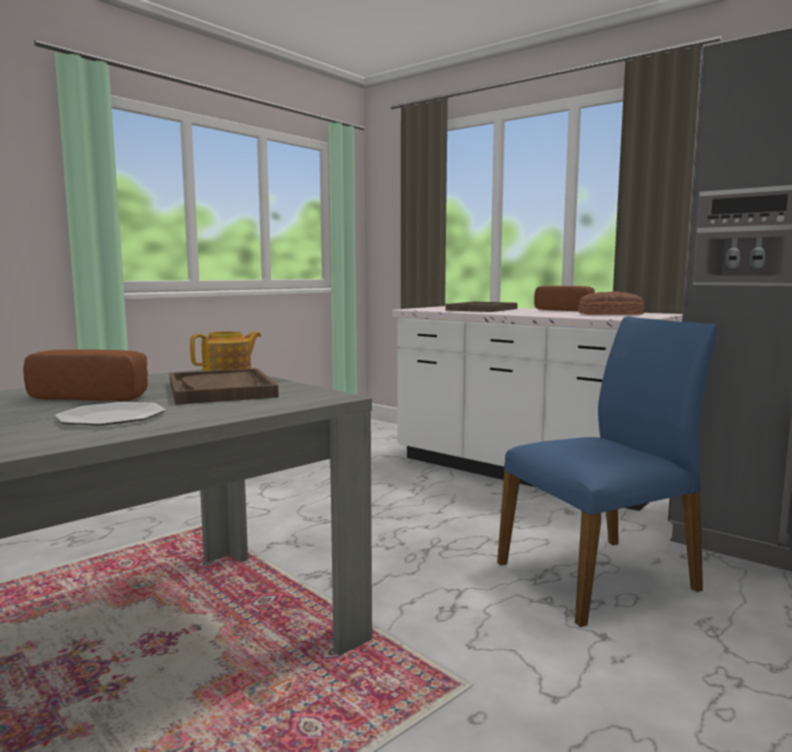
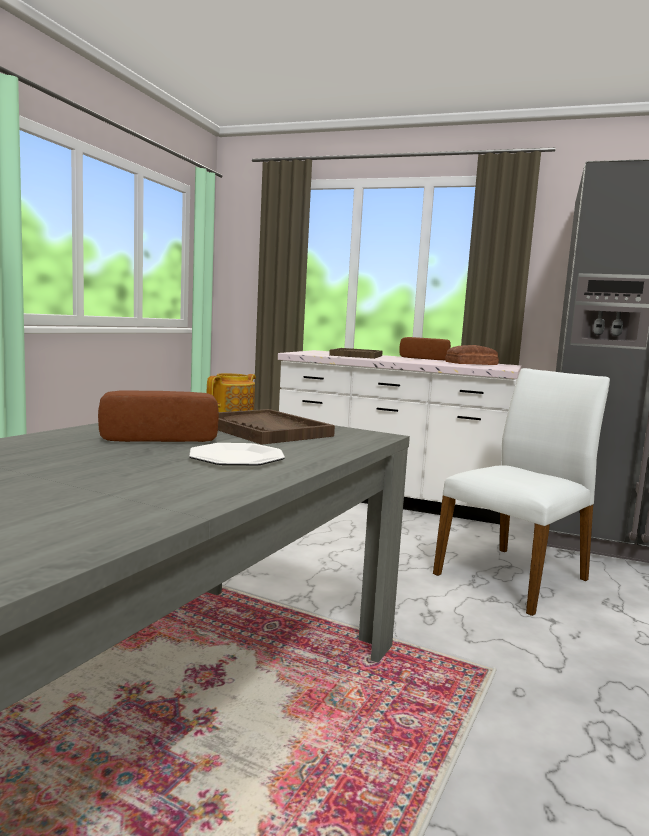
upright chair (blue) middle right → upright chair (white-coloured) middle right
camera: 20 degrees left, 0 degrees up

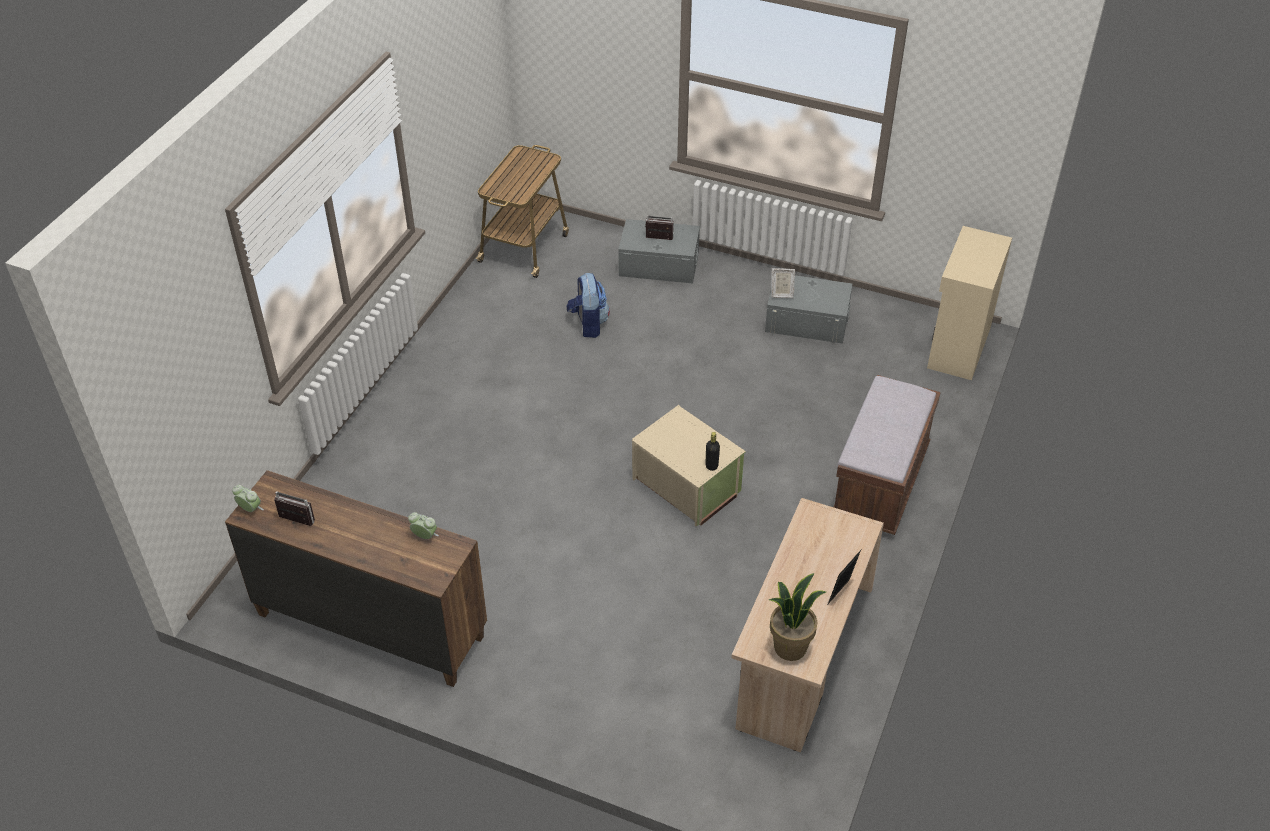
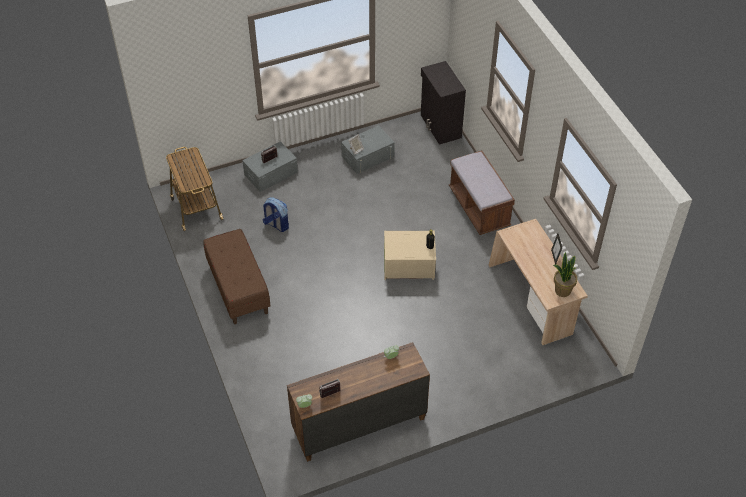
cabinet (sand-coloured) middle right → cabinet (black) top centre
- → indoor bench (brown-coloured) (no. 1 from left) middle left
camera: 45 degrees left, 5 degrees up

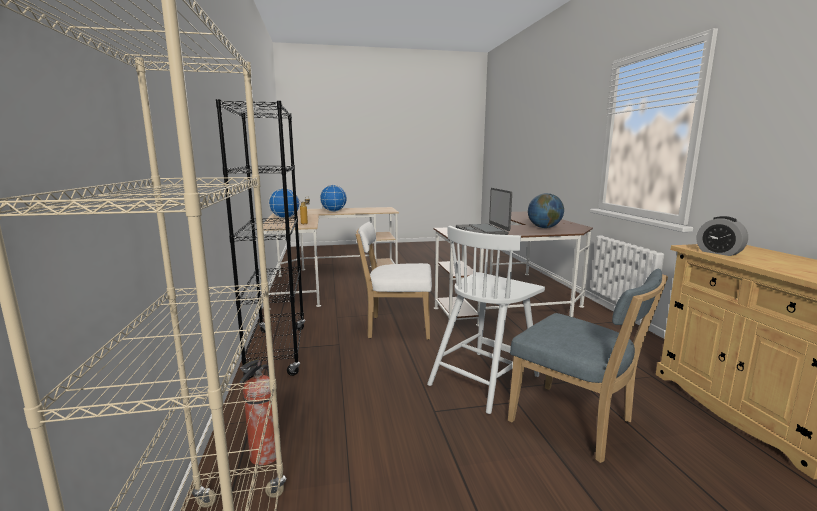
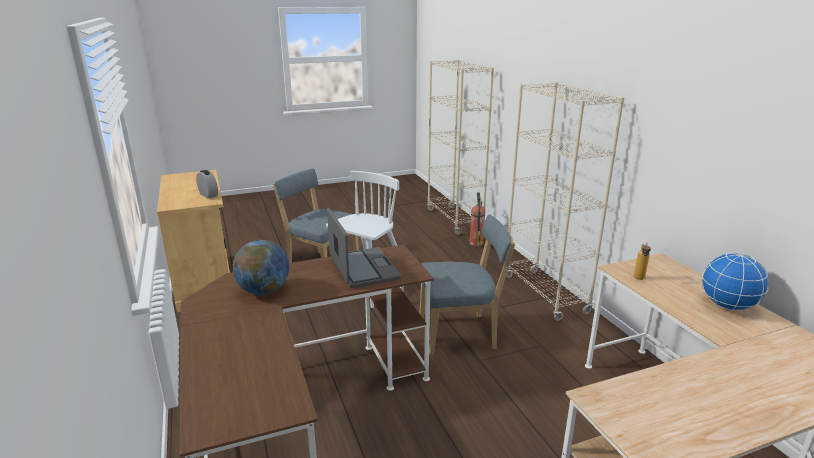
shelving unit (black) middle left → shelving unit (sand-coloured) (no. 2 from left) middle right
desk globe (no. 2 from left) centre → -
upright chair (white-coloured) (no. 1 from left) centre → upright chair (blue) (no. 2 from left) centre
camera: 170 degrees right, 10 degrees up

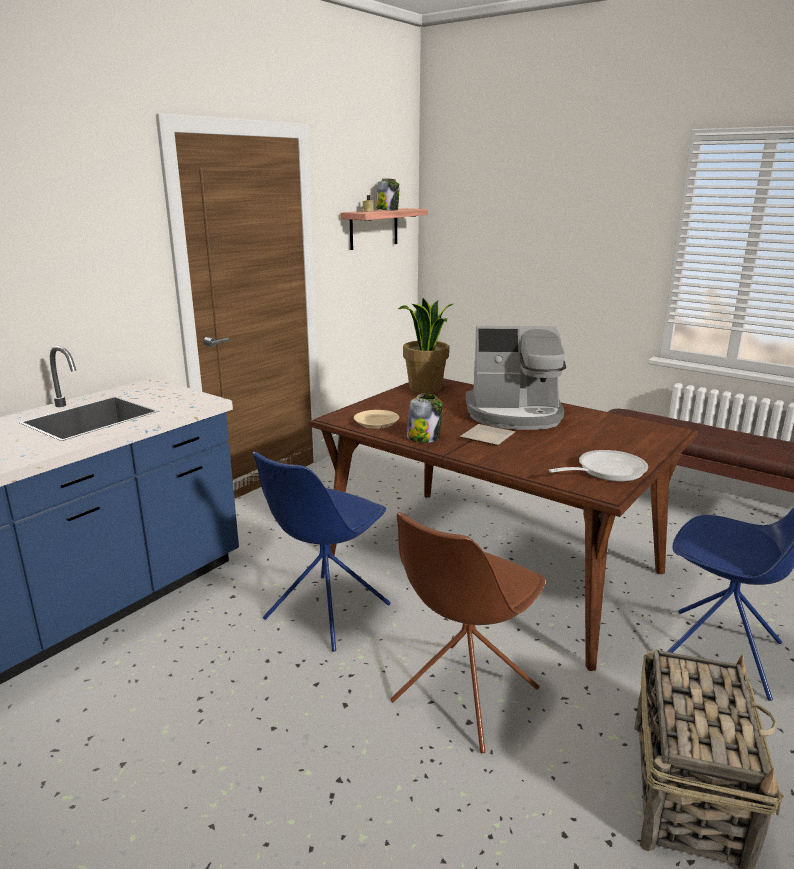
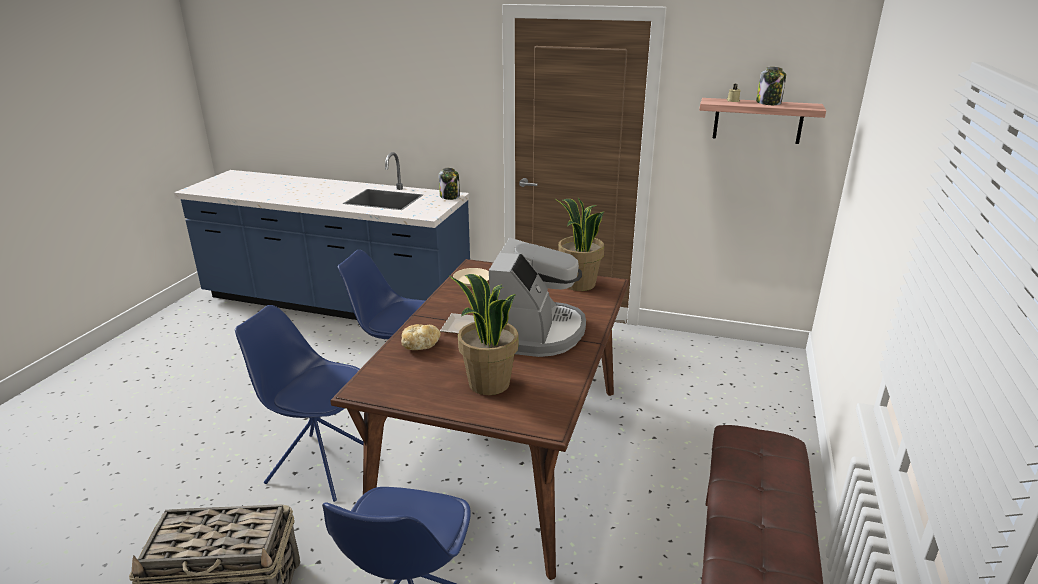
coffee machine centre, 150 degrees counterclockwise
jar (no. 2 from left in the first image) centre → jar (no. 1 from left) top centre, shifted
skillet middle right → -
upright chair (brown-coloured) bottom centre → upright chair (blue) (no. 1 from left) bottom left
- → plant in a pot (no. 1 from left) centre
- → bakery bread centre
camera: 70 degrees right, 5 degrees up

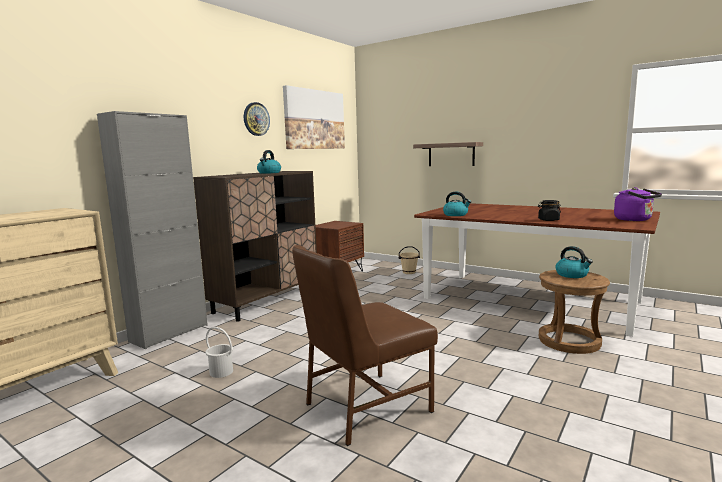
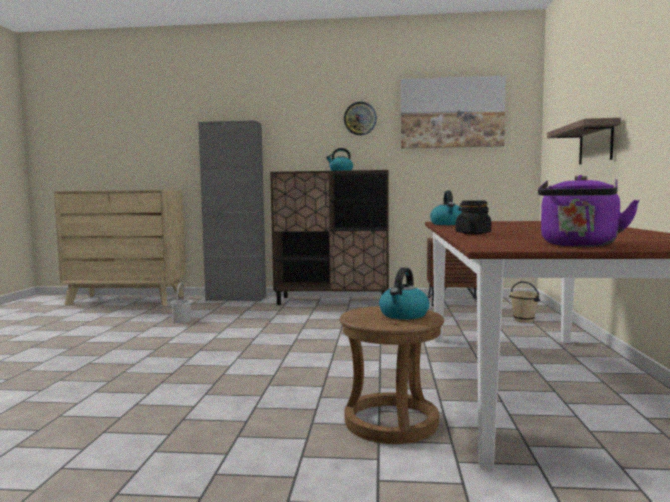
upright chair (brown-coloured) bottom centre → -
camera: 60 degrees right, 5 degrees down

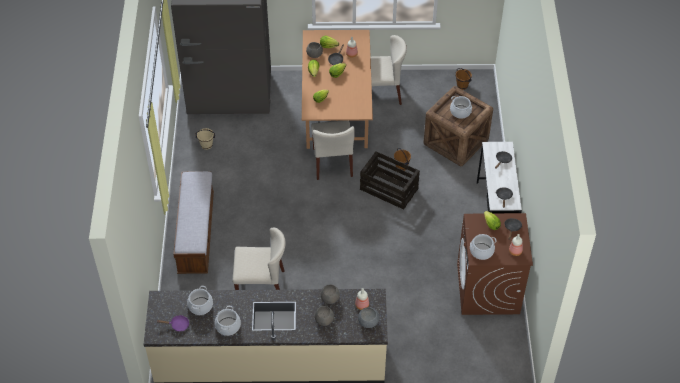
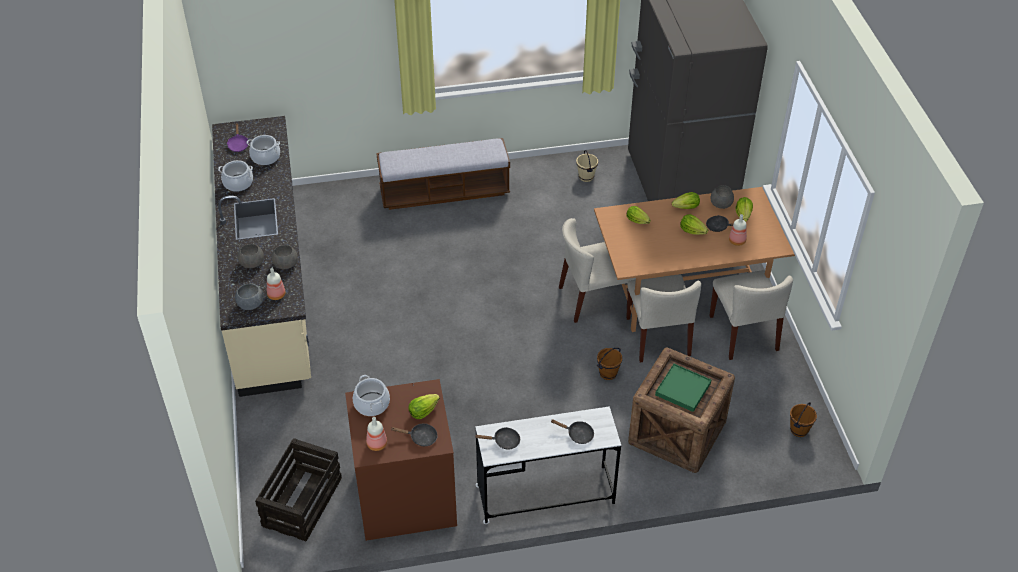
cooking pot (no. 3 from left) top right → serving tray (green) bottom right
shipping crate (no. 1 from left) centre → shipping crate (no. 1 from left) bottom left, shifted
upright chair (sand-coloured) (no. 1 from left in the first image) bottom centre → upright chair (sand-coloured) (no. 2 from left) centre, shifted
camera: 80 degrees right, 5 degrees down

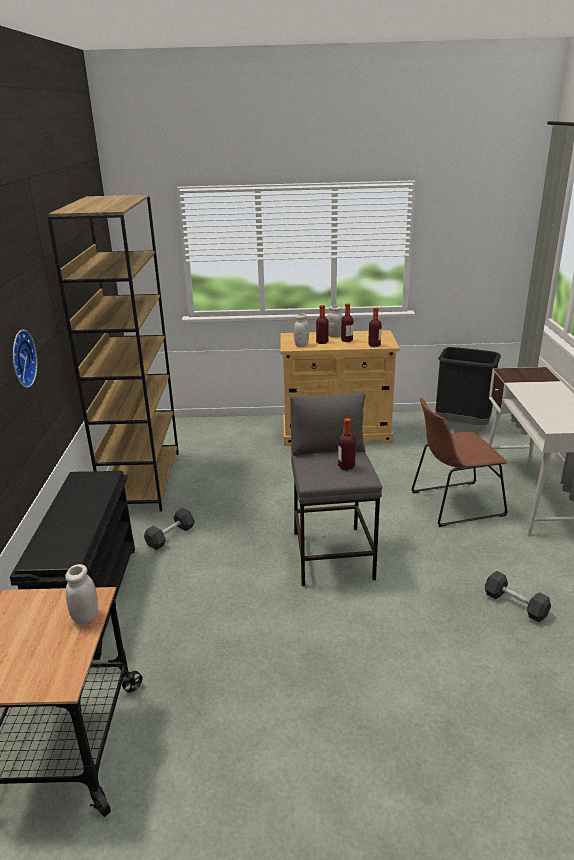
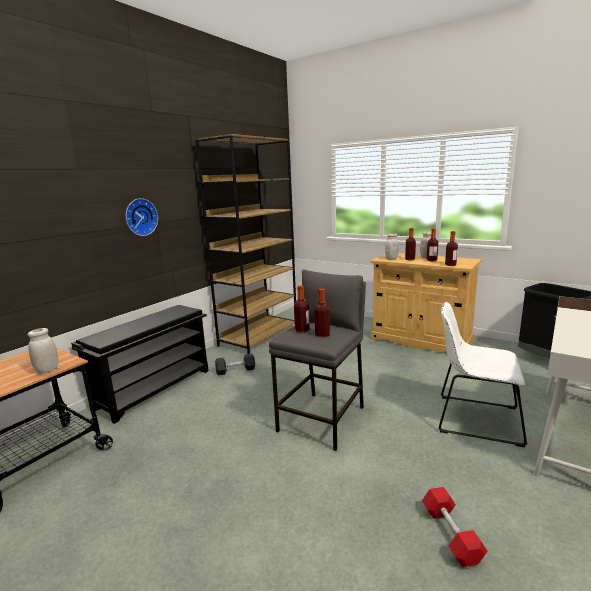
upright chair (brown-coloured) middle right → upright chair (white-coloured) middle right
free weight (gray) (no. 2 from left) bottom right → free weight (red) bottom right
- → bottle (no. 1 from left) centre
camera: 35 degrees right, 10 degrees down

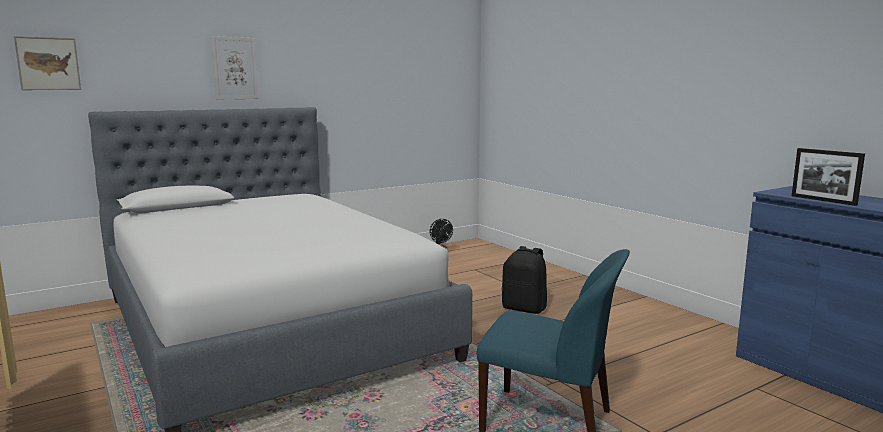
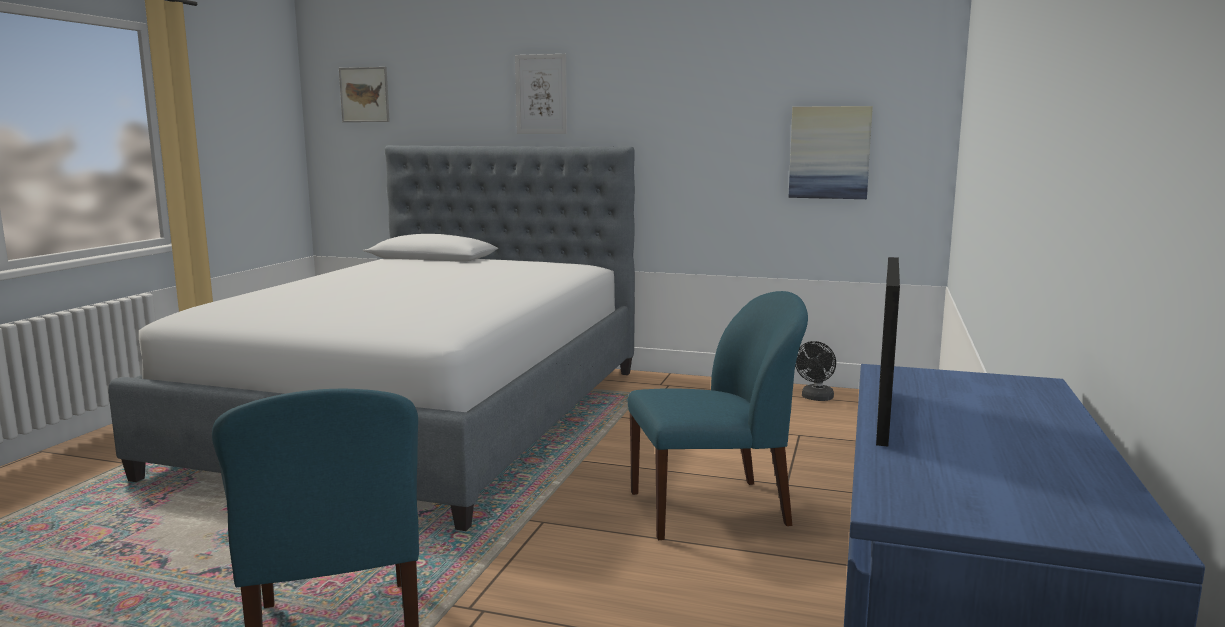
knapsack (black) centre → upright chair (blue) (no. 2 from left) centre
- → wall art (no. 3 from left) top right
camera: 50 degrees right, 0 degrees up

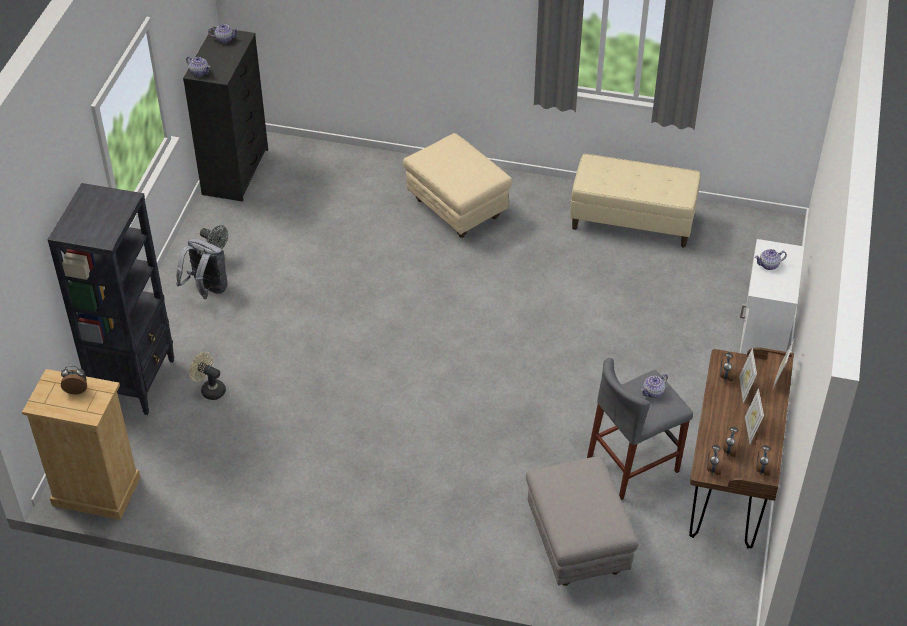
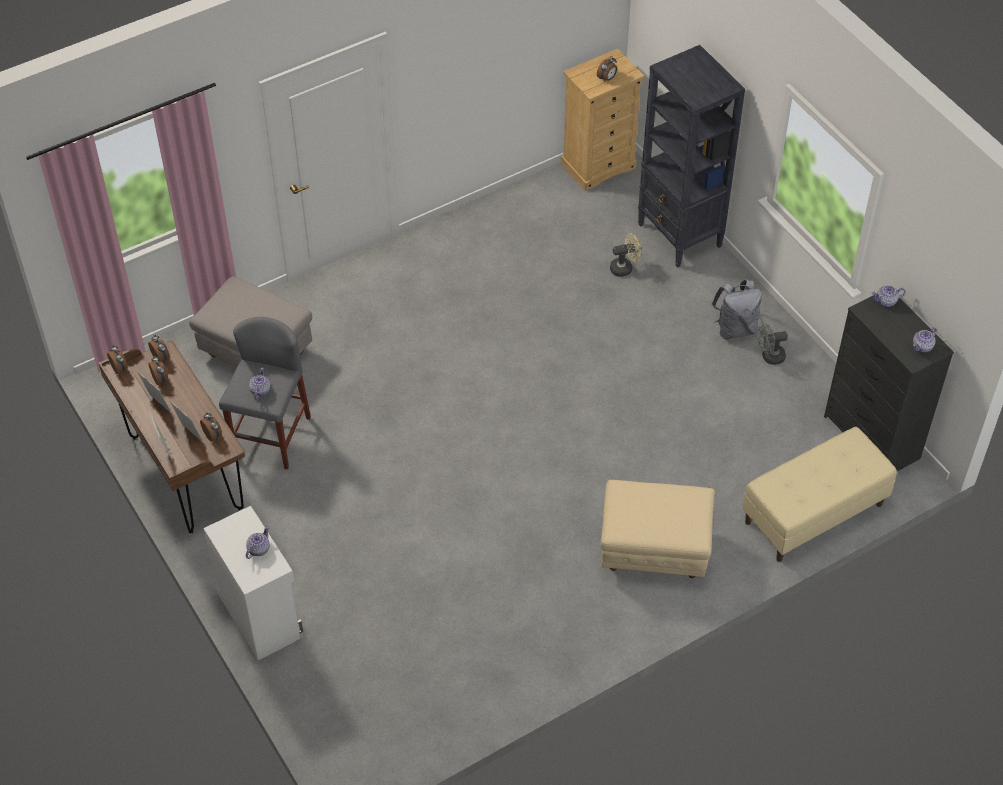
indoor bench (sand-coloured) top right → indoor bench (sand-coloured) middle right, shifted
camera: 135 degrees right, 5 degrees up

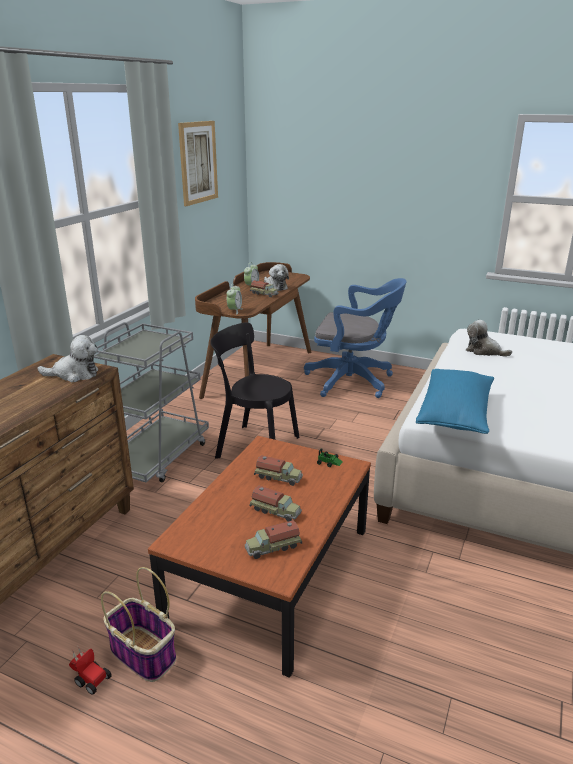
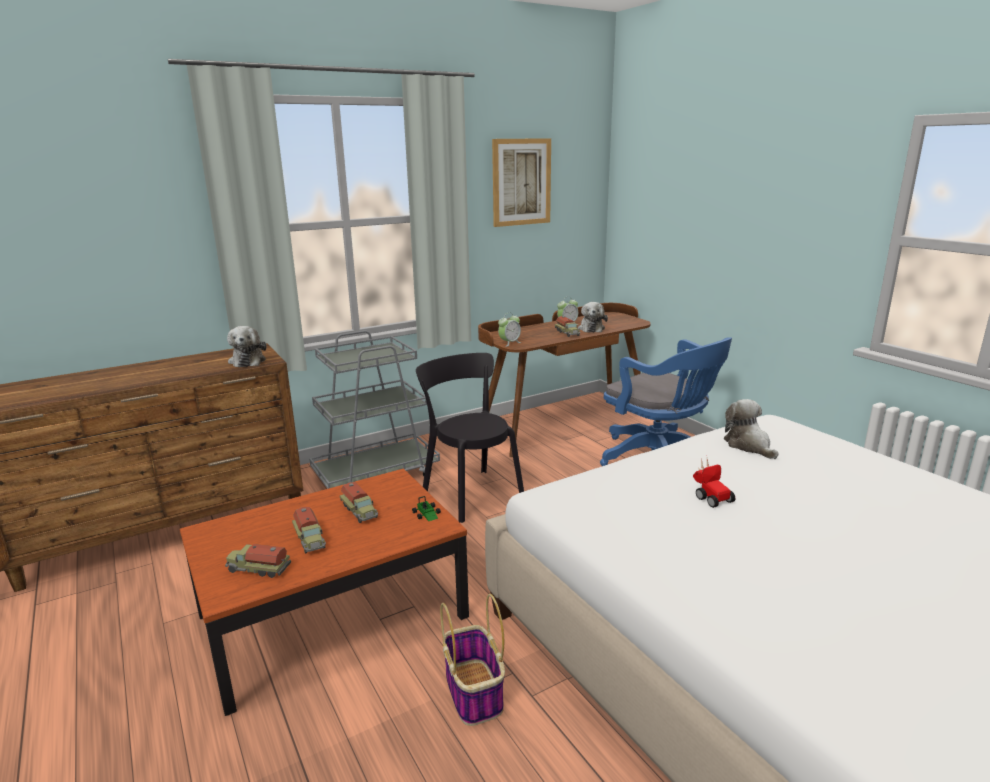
plush toy (no. 1 from left) middle left, 45 degrees clockwise
cushion (blue) middle right → -
household basket bottom left → household basket bottom centre, shifted
toy car (no. 1 from left in the first image) bottom left → toy car (no. 2 from left) middle right, shifted
camera: 35 degrees right, 5 degrees down

